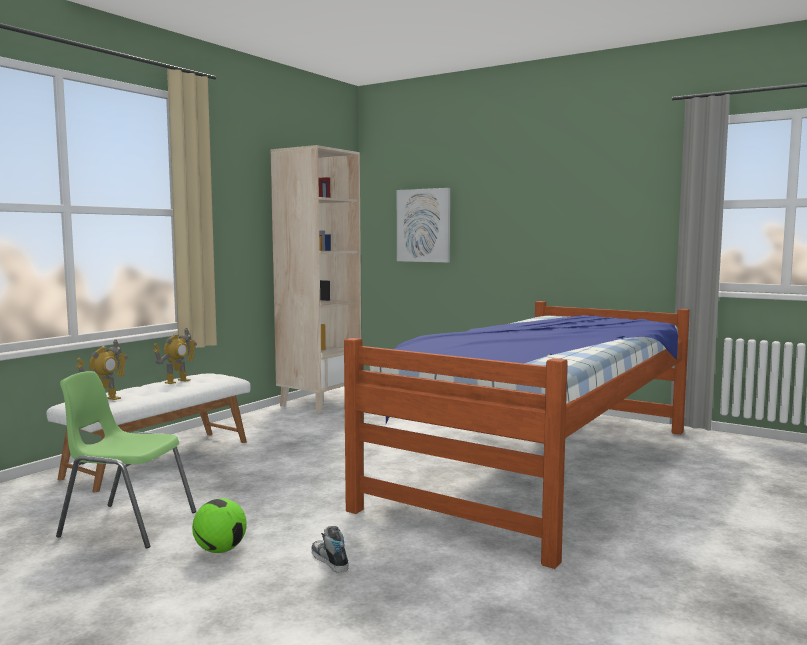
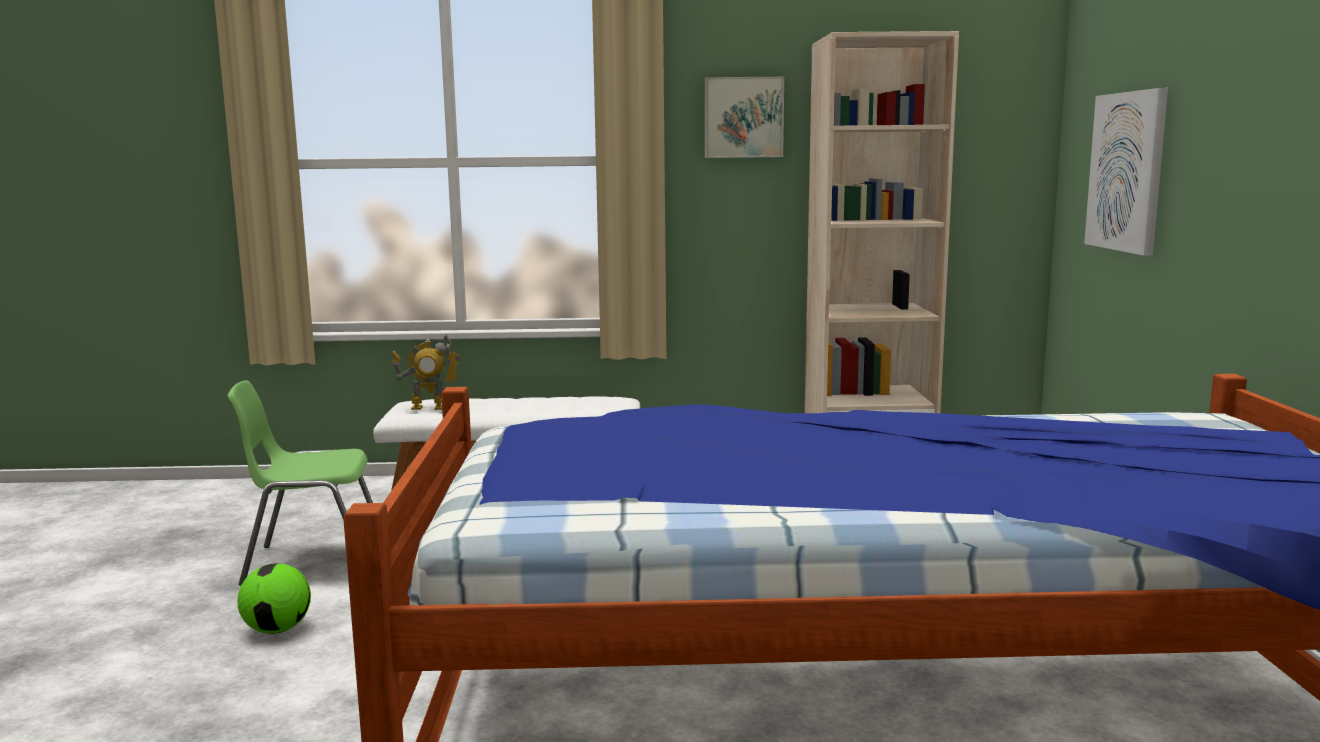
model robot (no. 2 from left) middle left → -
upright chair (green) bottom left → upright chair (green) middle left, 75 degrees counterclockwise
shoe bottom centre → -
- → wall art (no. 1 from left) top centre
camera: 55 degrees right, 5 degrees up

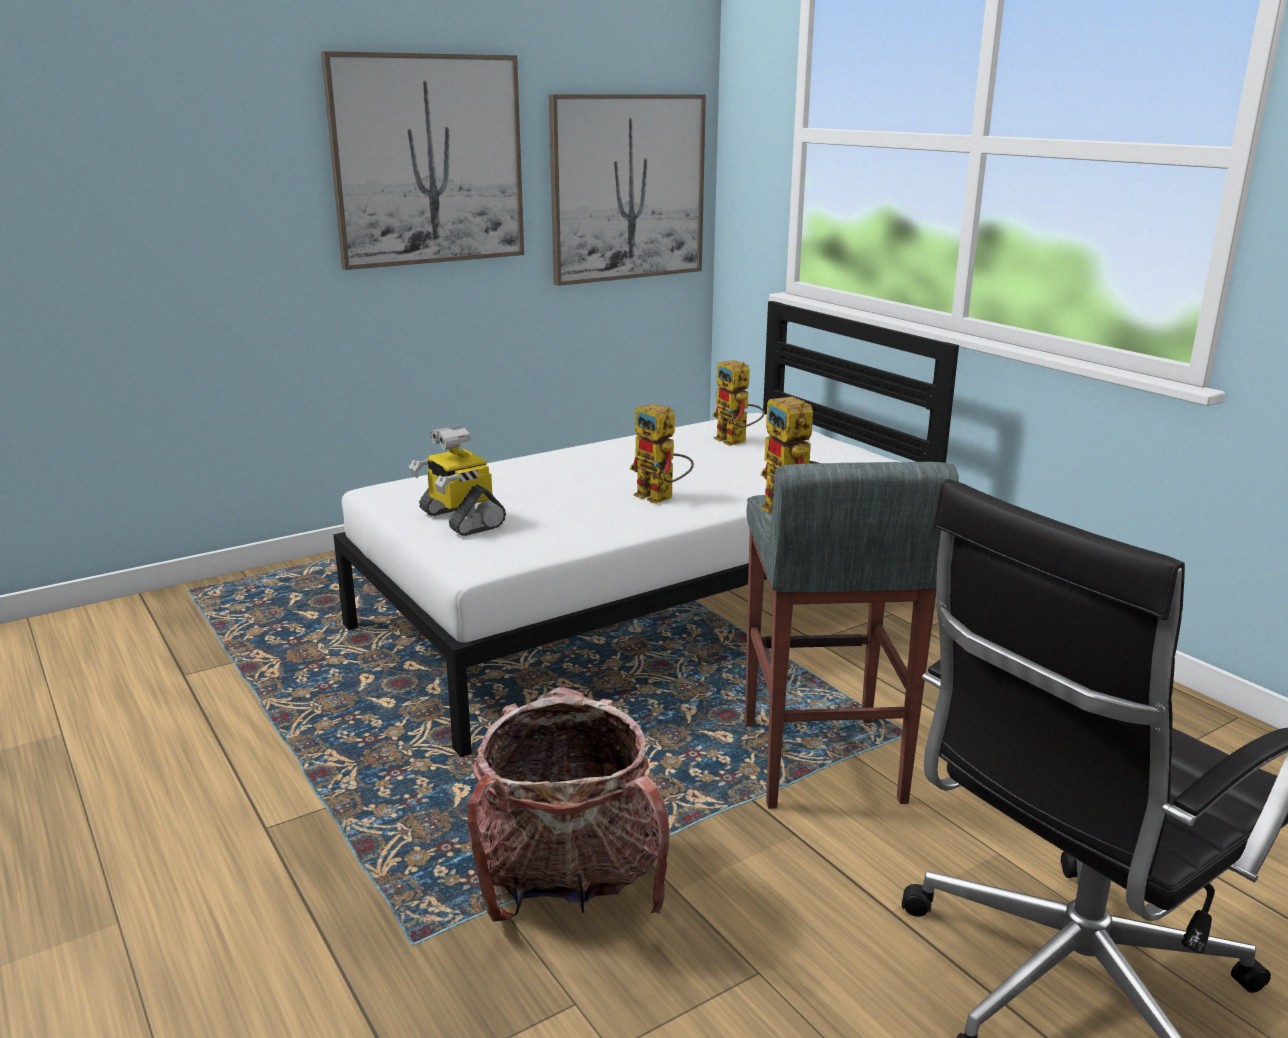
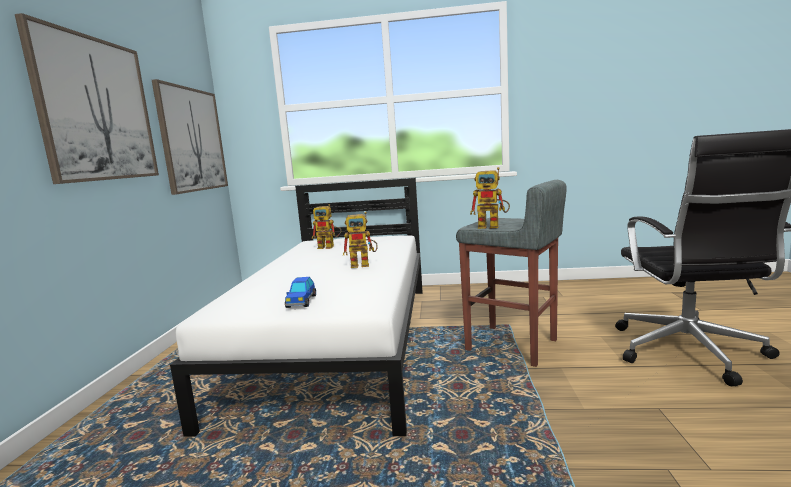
model robot (no. 1 from left) centre → toy car centre
knapsack bottom centre → -
camera: 50 degrees left, 10 degrees down

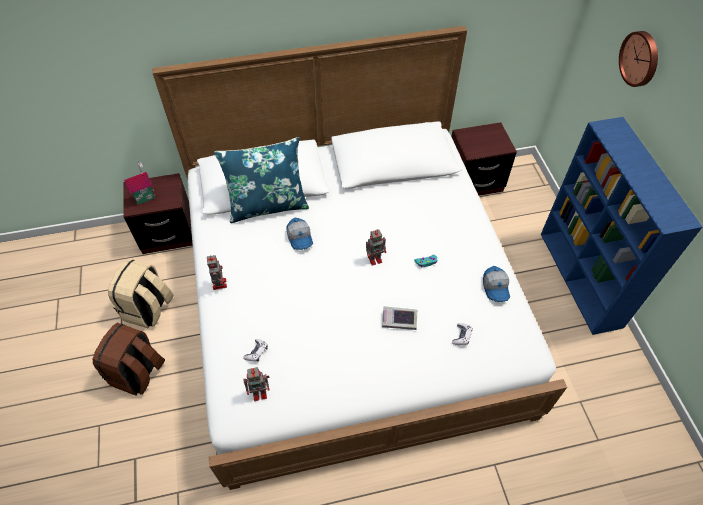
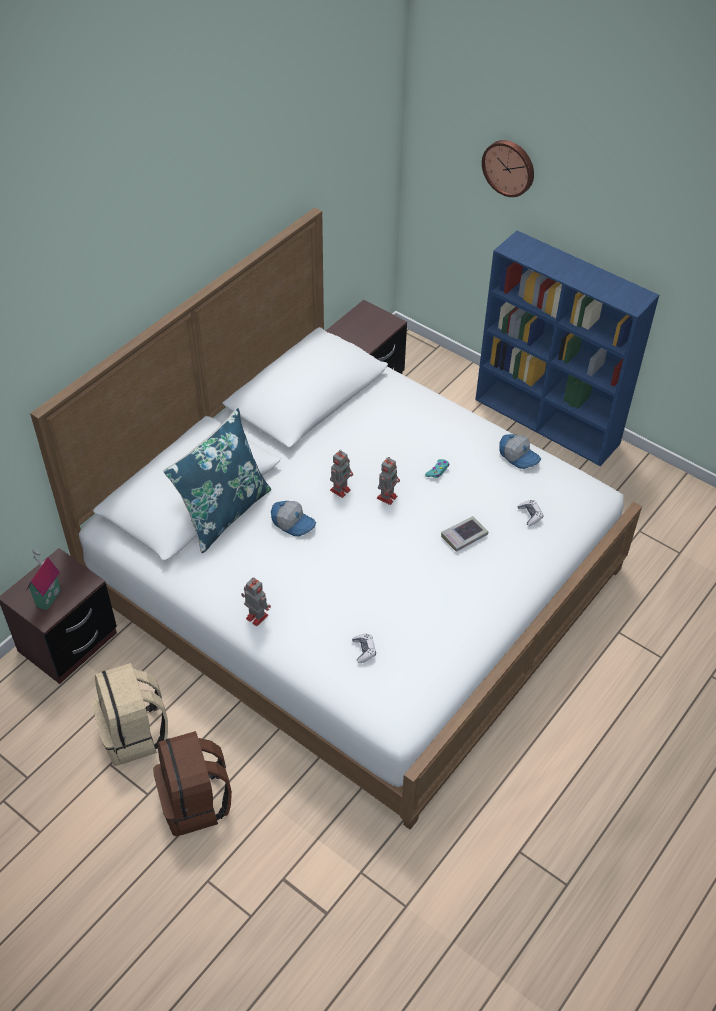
model robot (no. 2 from left) bottom centre → model robot (no. 2 from left) centre, shifted
camera: 40 degrees left, 5 degrees down

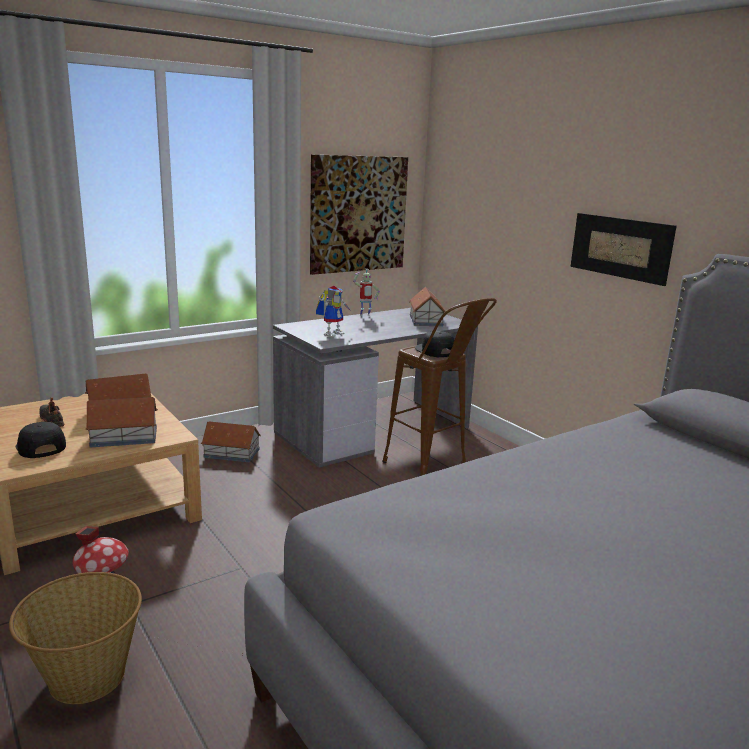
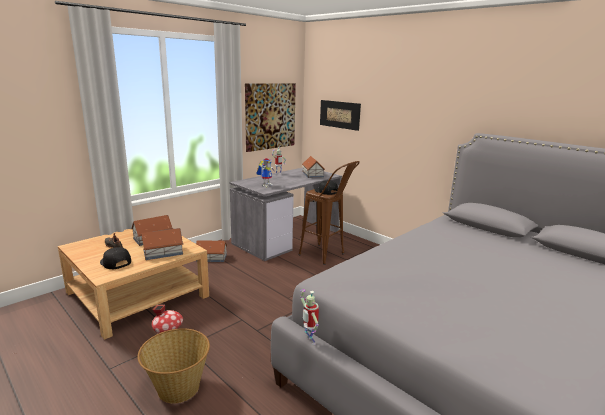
wall art (no. 2 from left) top right → wall art (no. 2 from left) top centre, shifted
- → model robot (no. 3 from left) bottom centre
camera: 10 degrees left, 0 degrees up

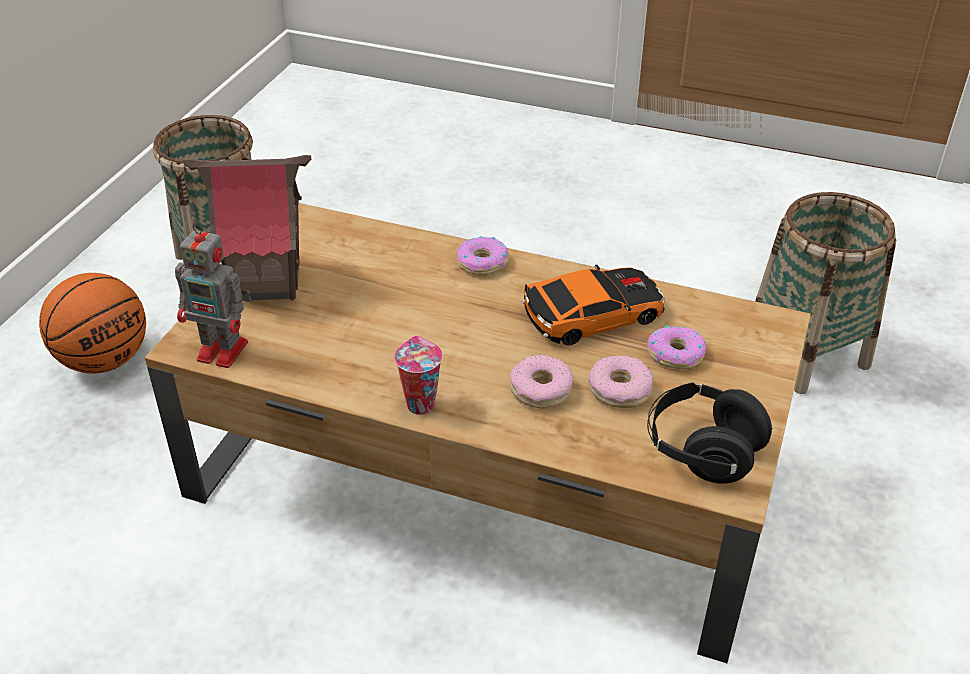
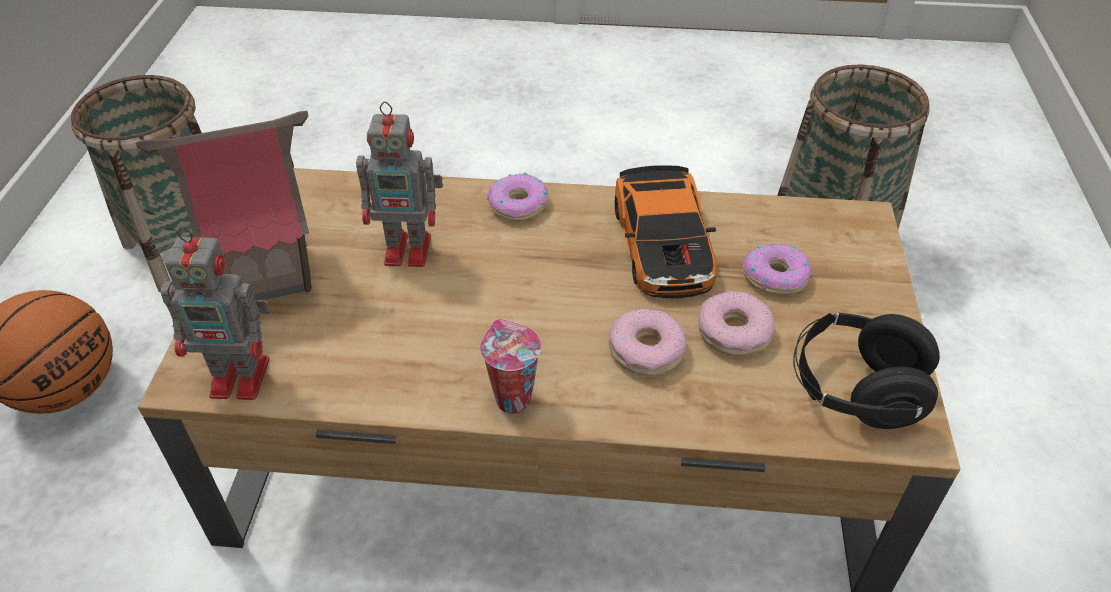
toy car centre, 120 degrees clockwise
- → model robot (no. 2 from left) top centre
camera: 15 degrees left, 5 degrees up

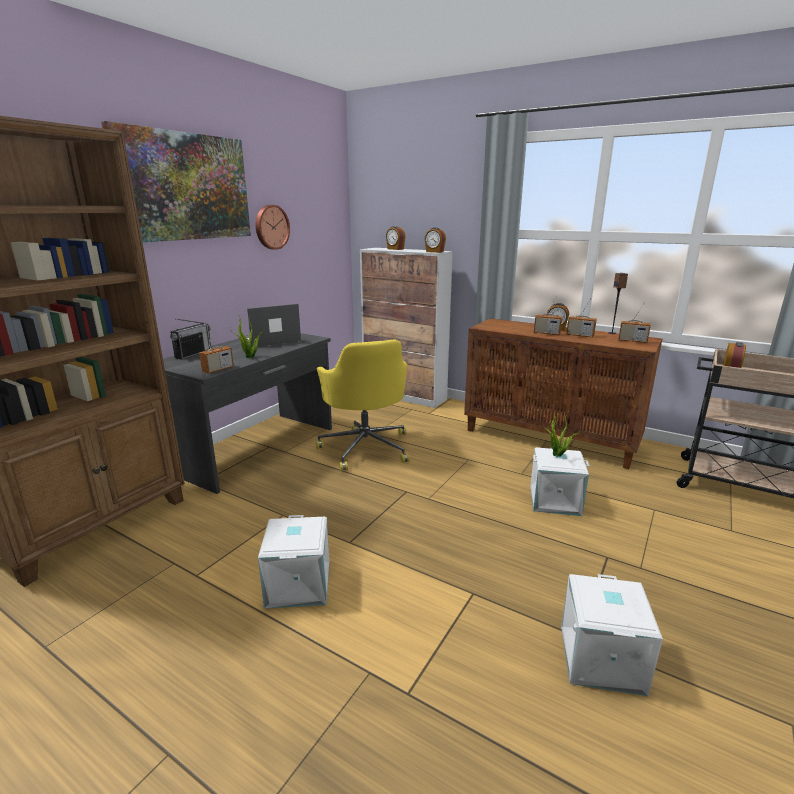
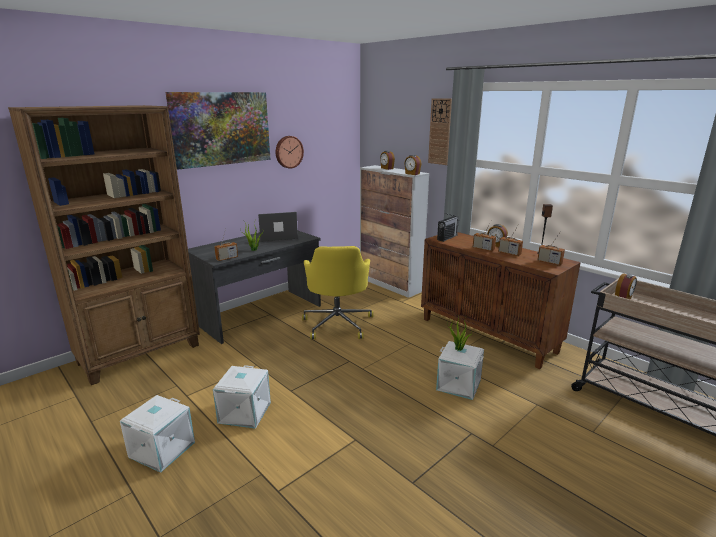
radio (no. 1 from left in the first image) middle left → radio (no. 2 from left) centre, shifted
storage bin (white-coloured) (no. 3 from left in the first image) bottom right → storage bin (white-coloured) (no. 1 from left) bottom left, shifted
- → clock on the wall (no. 2 from left) top centre
camera: 15 degrees right, 0 degrees up

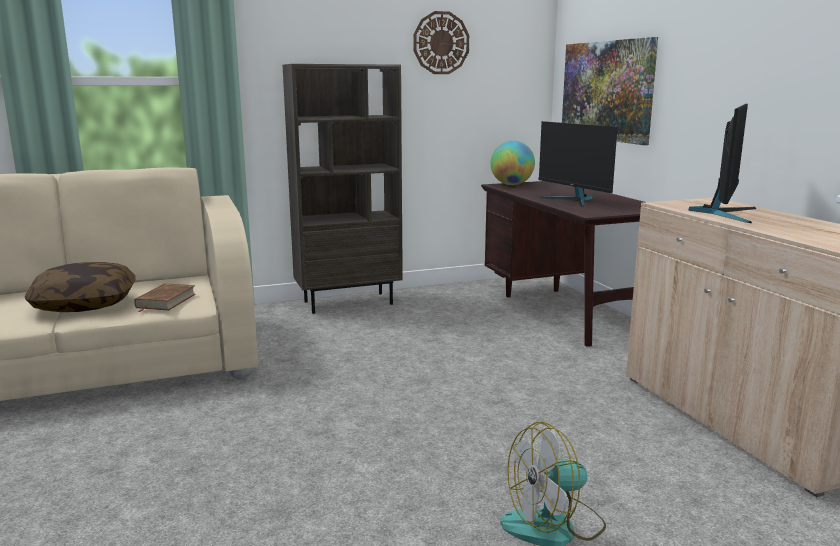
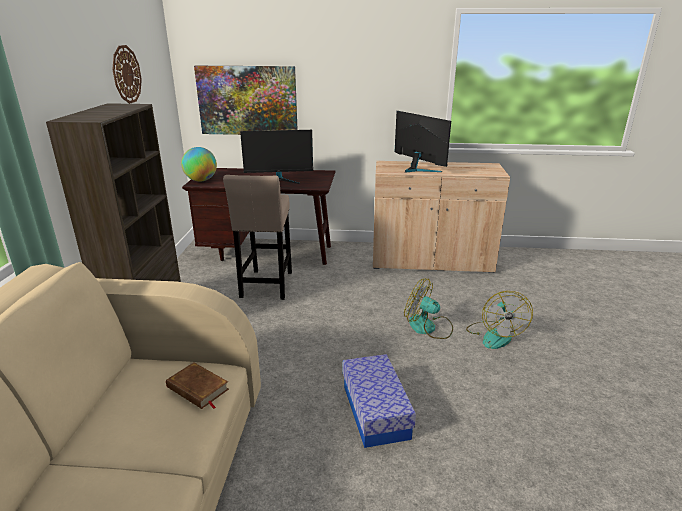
cushion middle left → -
- → sitting stool (sand-coloured) centre
- → electric fan (no. 1 from left) centre
- → storage bin bottom centre
camera: 65 degrees left, 10 degrees up

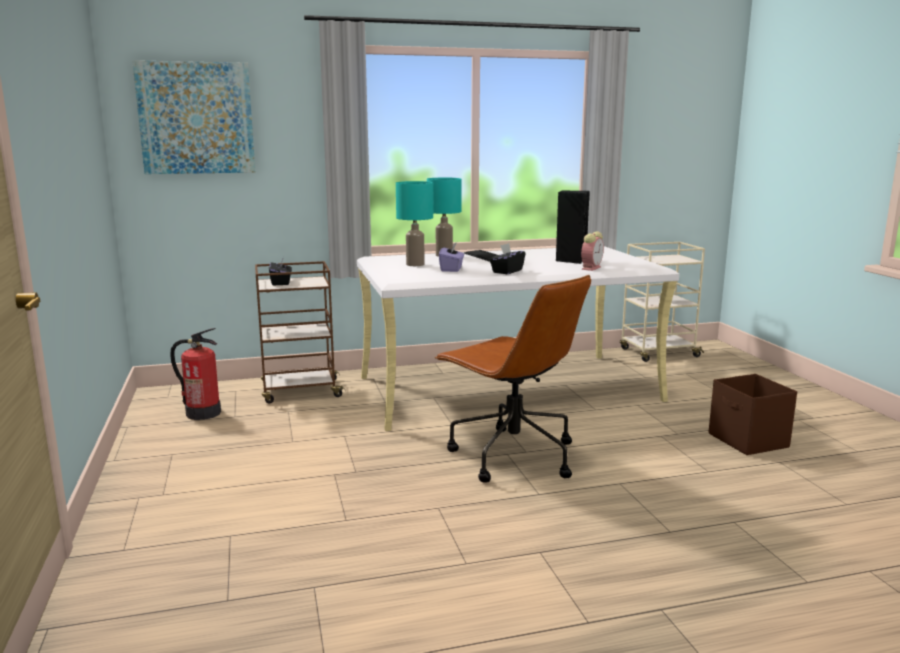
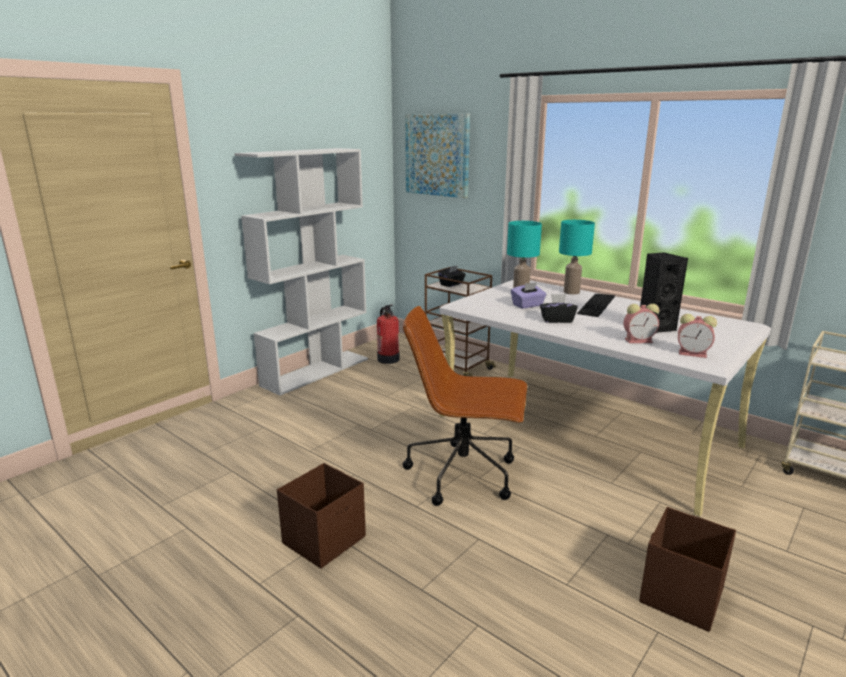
desk chair (brown-coloured) centre, 90 degrees clockwise
- → shelving unit (white-coloured) centre
- → alarm clock (no. 2 from left) middle right
- → storage bin (brown-coloured) (no. 1 from left) bottom centre
camera: 55 degrees right, 5 degrees up

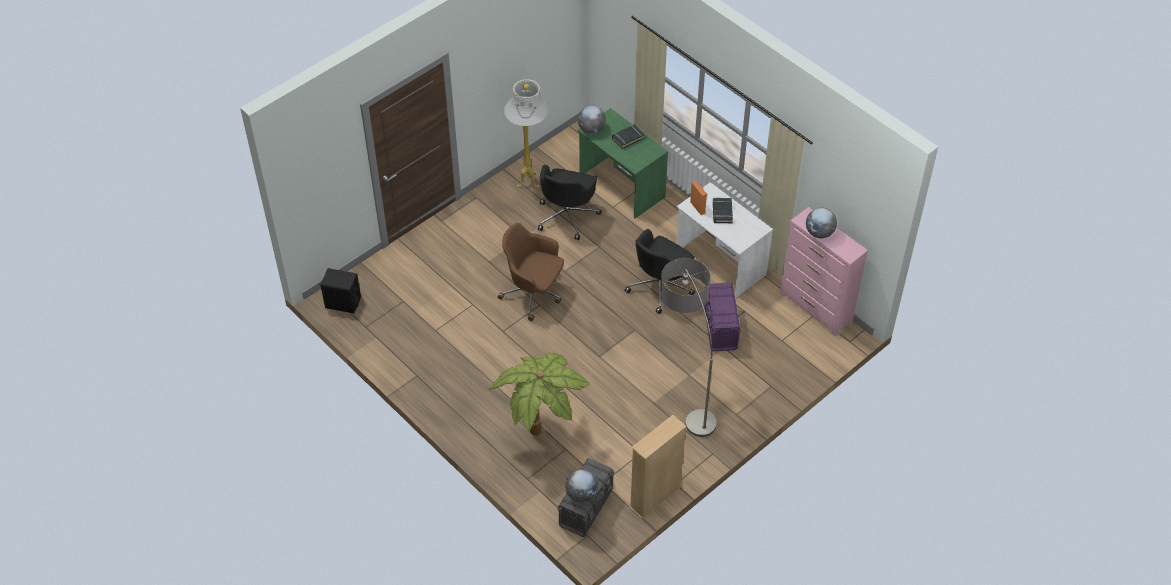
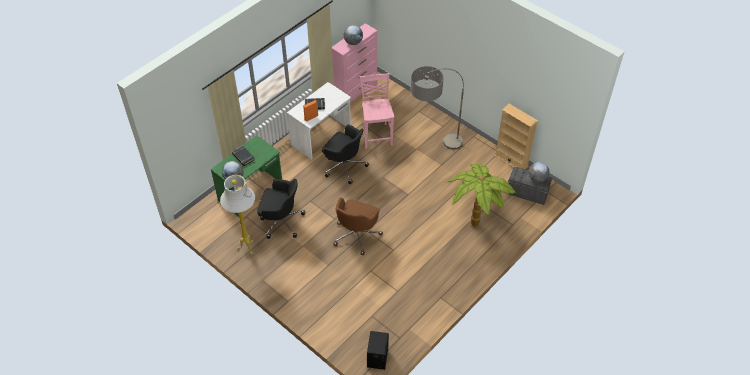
storage bin (purplish) centre → upright chair (pink-coloured) top centre
camera: 95 degrees left, 0 degrees up

